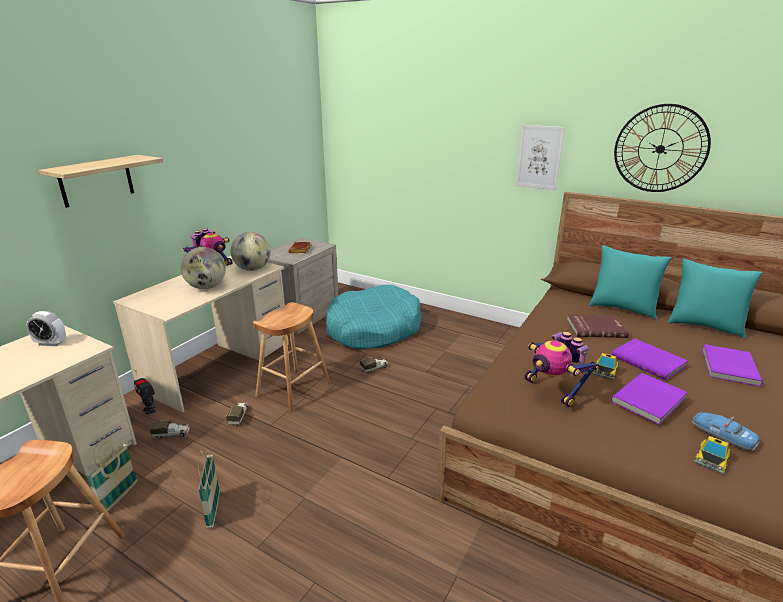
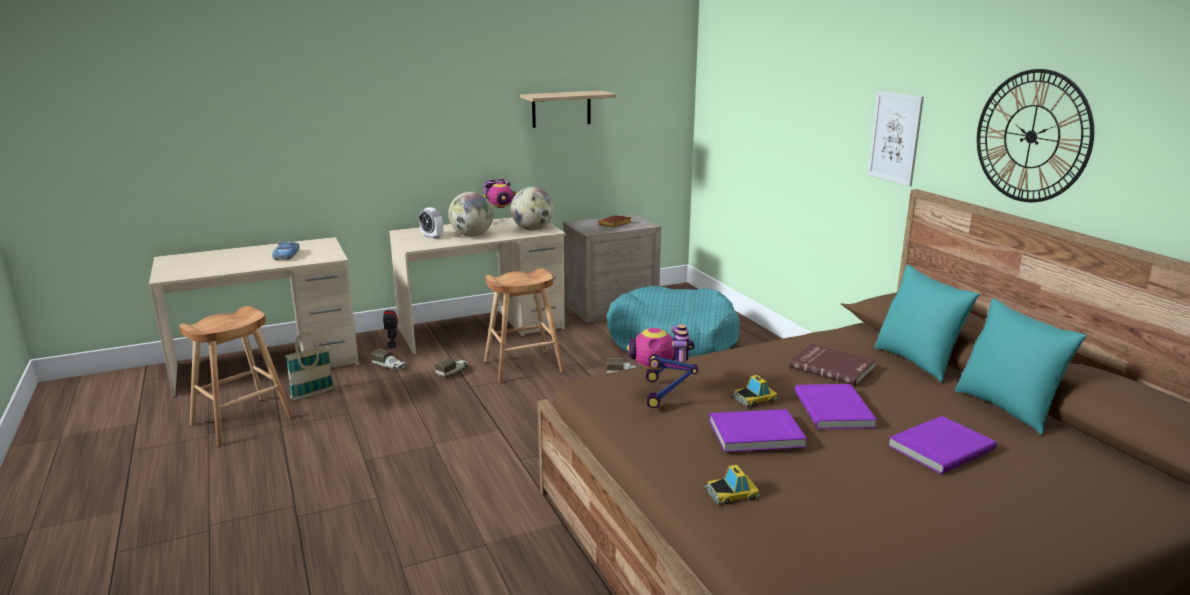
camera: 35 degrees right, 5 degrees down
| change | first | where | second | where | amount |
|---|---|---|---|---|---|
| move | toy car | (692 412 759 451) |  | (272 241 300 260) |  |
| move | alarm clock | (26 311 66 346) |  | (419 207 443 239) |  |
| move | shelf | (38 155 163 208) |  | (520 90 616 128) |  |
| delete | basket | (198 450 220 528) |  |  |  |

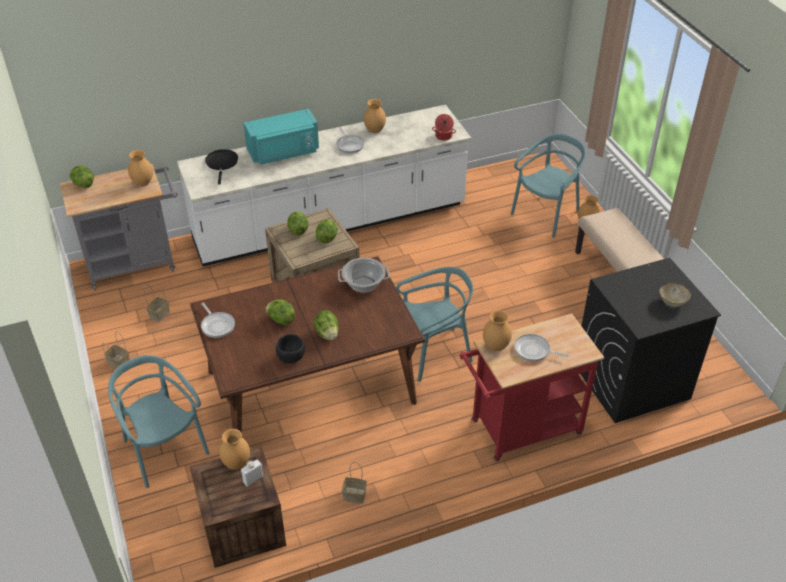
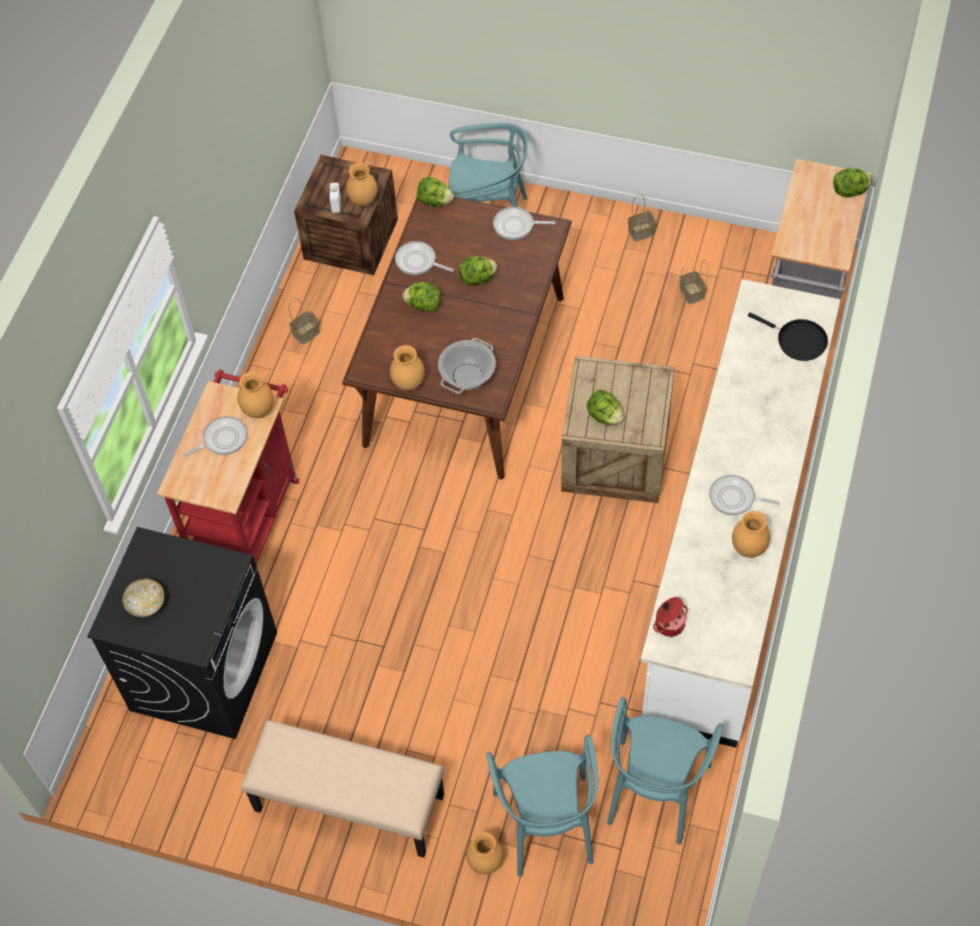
camera: 130 degrees right, 15 degrees up
| change | first | where | second | where | amount |
|---|---|---|---|---|---|
| move | vase in brown | (128 150 153 186) |  | (390 345 425 391) |  |
| replace | bowl in black | (276 334 305 363) | frying pan | (395 241 454 275) |  |
| move | lettuce | (287 212 309 236) |  | (417 177 454 207) |  |
| move | chair in turquoise | (396 267 473 382) |  | (607 697 723 845) |  |
| delete | microwave in turquoise | (244 109 319 165) |  |  |  |

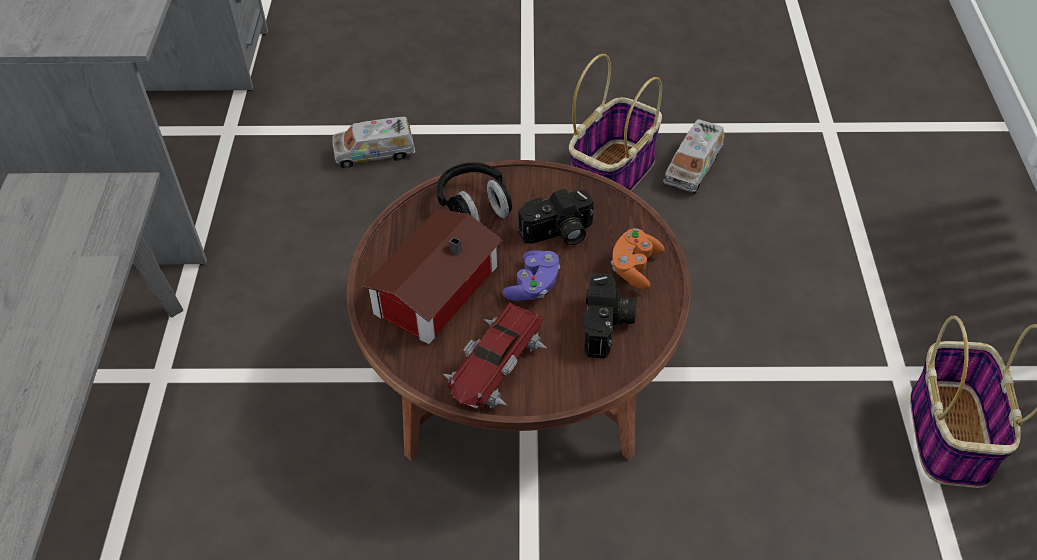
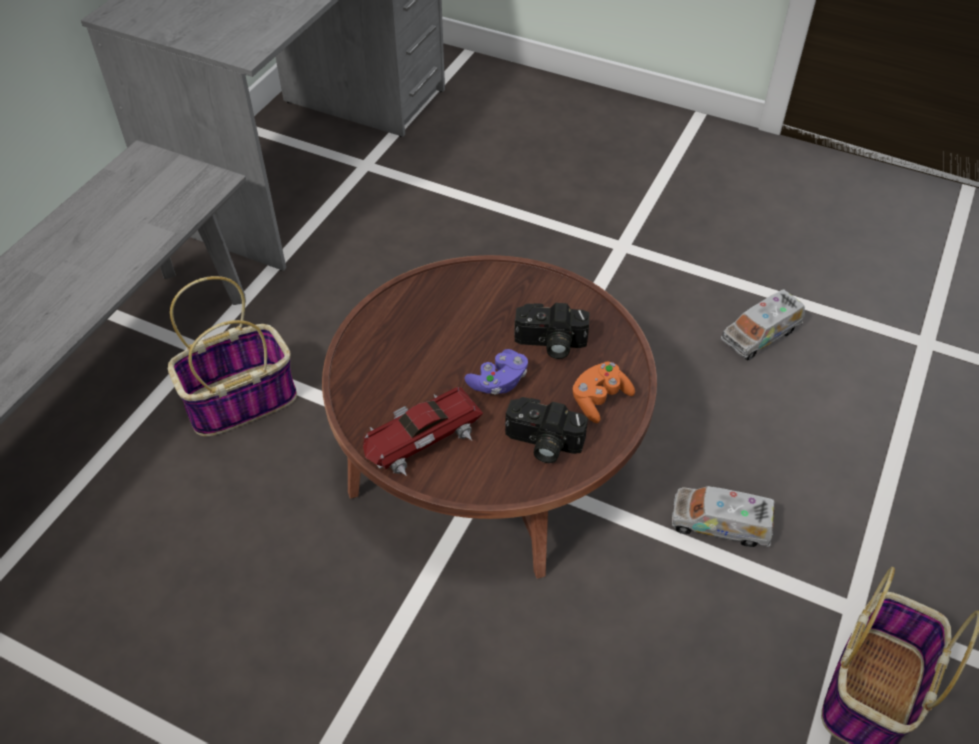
camera: 25 degrees right, 0 degrees up
| change | first | where | second | where | amount |
|---|---|---|---|---|---|
| move | basket | (569 54 662 191) |  | (168 276 297 437) |  |
| rotate | photo camera | (584 273 636 359) |  | (505 397 588 463) | 75 degrees clockwise |
| move | toy truck | (332 117 415 169) |  | (672 486 775 547) |  |
| delete | toy house | (362 209 502 344) |  |  |  |
| delete | headphones in black | (436 163 512 222) |  |  |  |

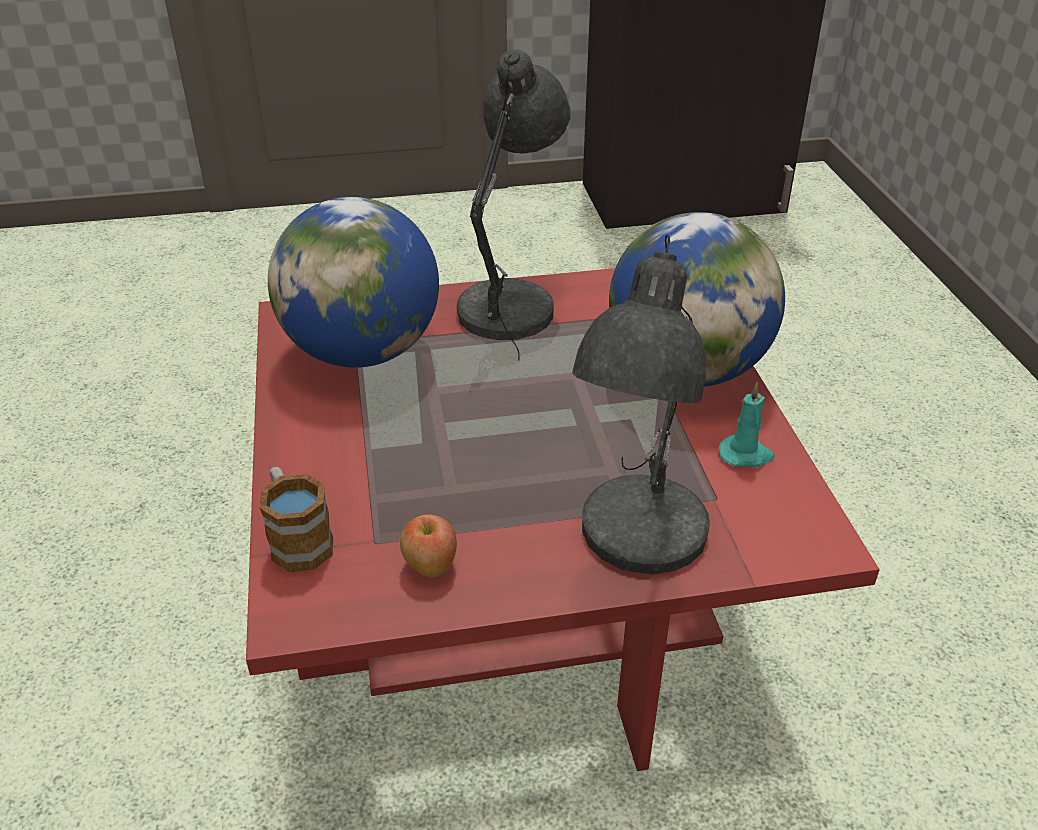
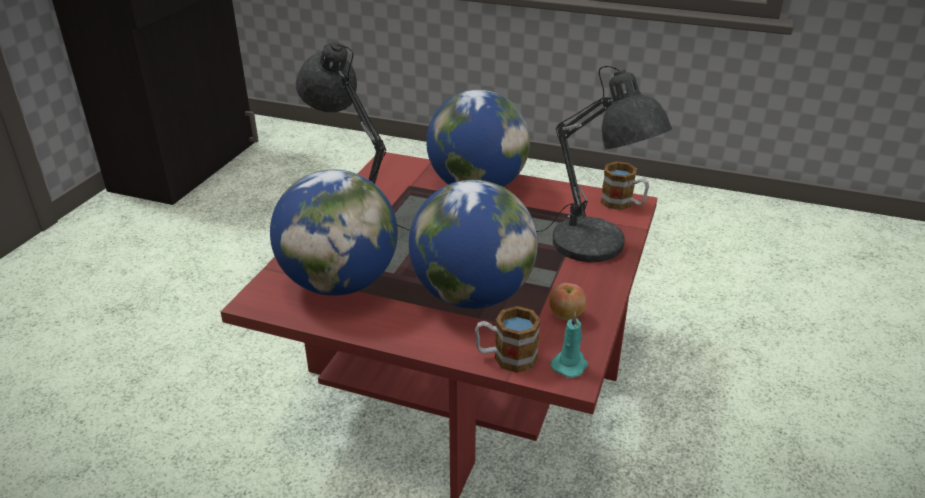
camera: 60 degrees left, 5 degrees down
| change | first | where | second | where | amount |
|---|---|---|---|---|---|
| insert |  |  | globe | (409 180 538 309) |  |
| move | candle in turquoise | (719 382 775 467) |  | (550 312 588 378) |  |
| insert |  |  | mug | (600 161 649 210) |  |

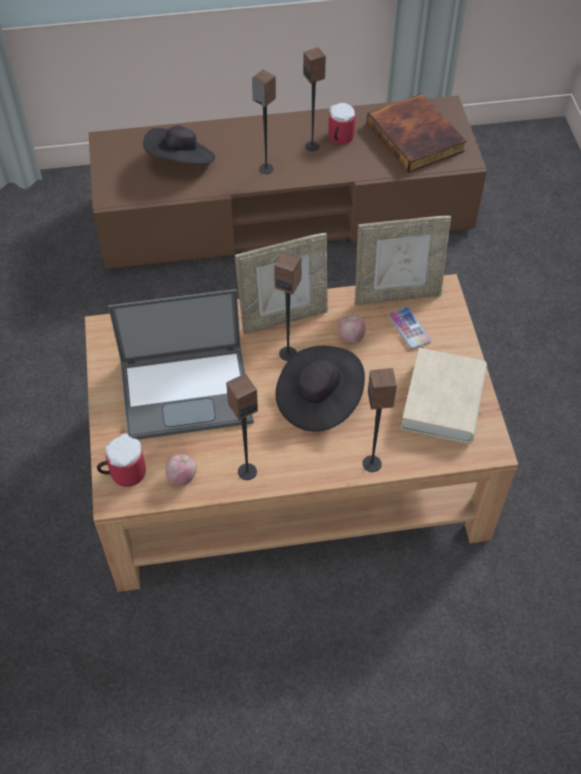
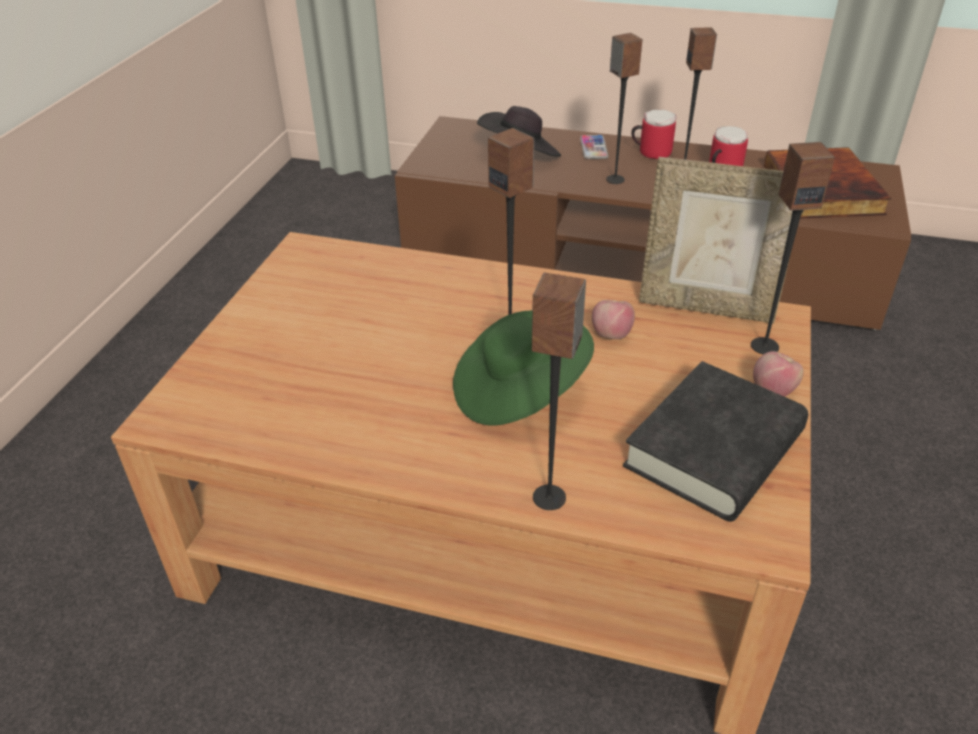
camera: 25 degrees right, 15 degrees down
| change | first | where | second | where | amount |
|---|---|---|---|---|---|
| recolor | hat in black | (275 346 365 432) | hat in green | (453 310 594 426) |  |
| move | phone | (388 307 431 349) |  | (580 135 608 159) |  |
| recolor | book in beige | (401 348 487 444) | book in black | (623 361 808 522) |  |
| move | mug | (97 433 146 487) |  | (631 110 677 159) |  |
| move | speaker | (226 374 258 480) |  | (751 142 835 354) |  |
| move | apple | (165 454 197 486) |  | (753 351 804 397) |  |
| delete | laptop | (108 289 254 440) |  |  |  |
| delete | picture frame | (235 233 328 334) |  |  |  |

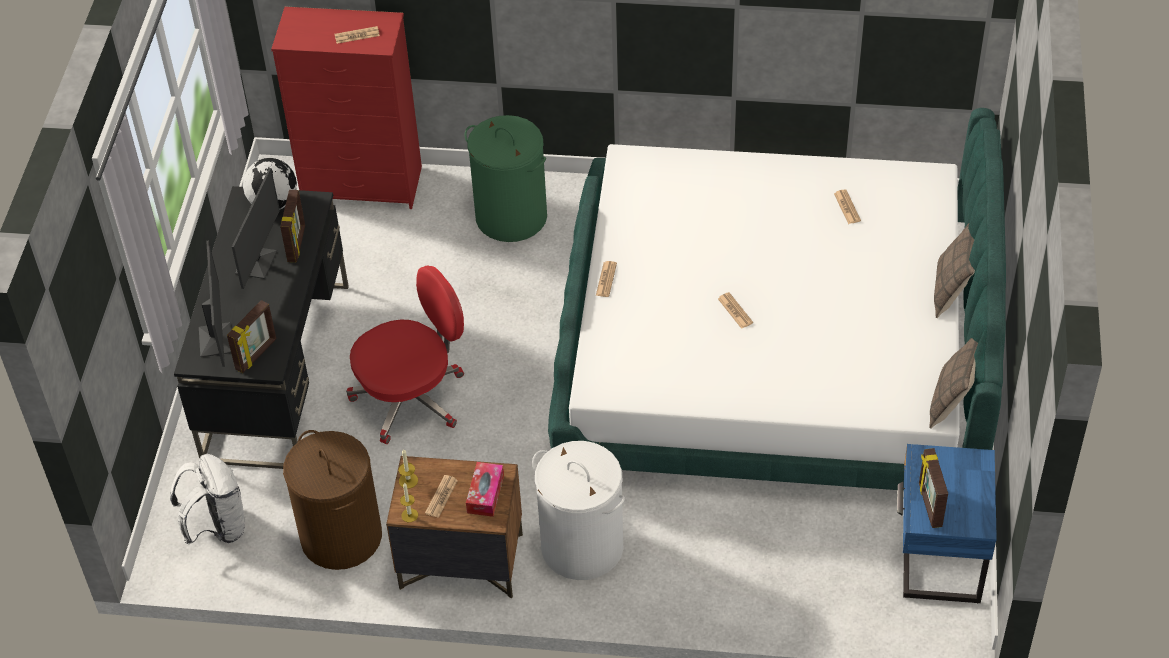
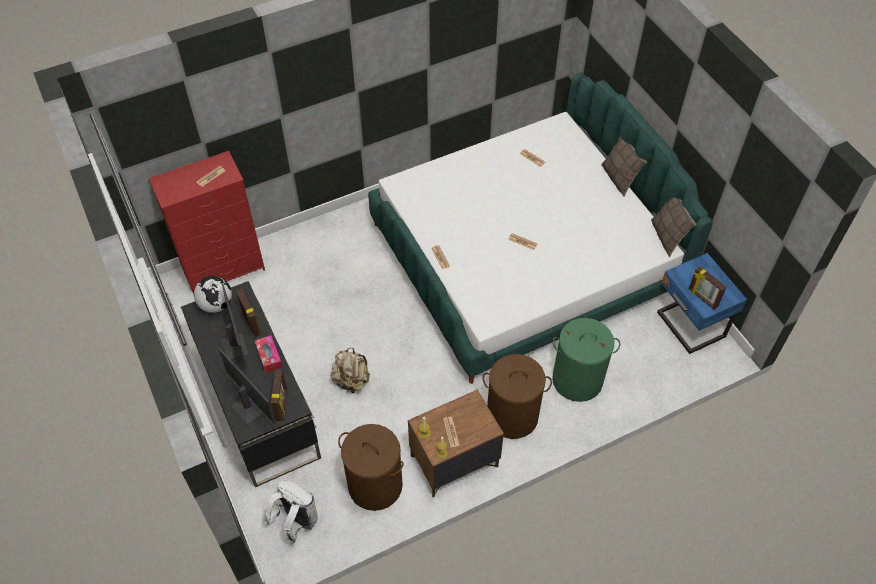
camera: 35 degrees left, 5 degrees up
| change | first | where | second | where | amount |
|---|---|---|---|---|---|
| move | tissue box | (466 462 504 517) |  | (255 335 282 373) |  |
| replace | office chair in red | (346 265 464 444) | backpack in beige | (331 348 370 393) |  |
| recolor | laundry basket in white | (532 441 625 580) | laundry basket in brown | (483 354 552 439) |  |
| move | laundry basket in green | (464 115 547 242) |  | (552 318 620 402) |  |

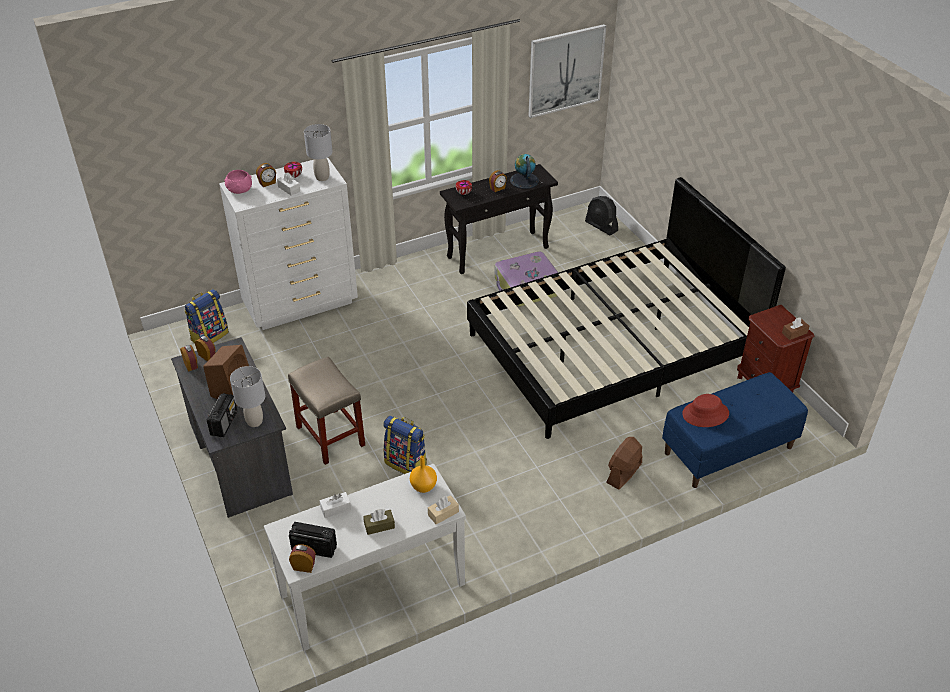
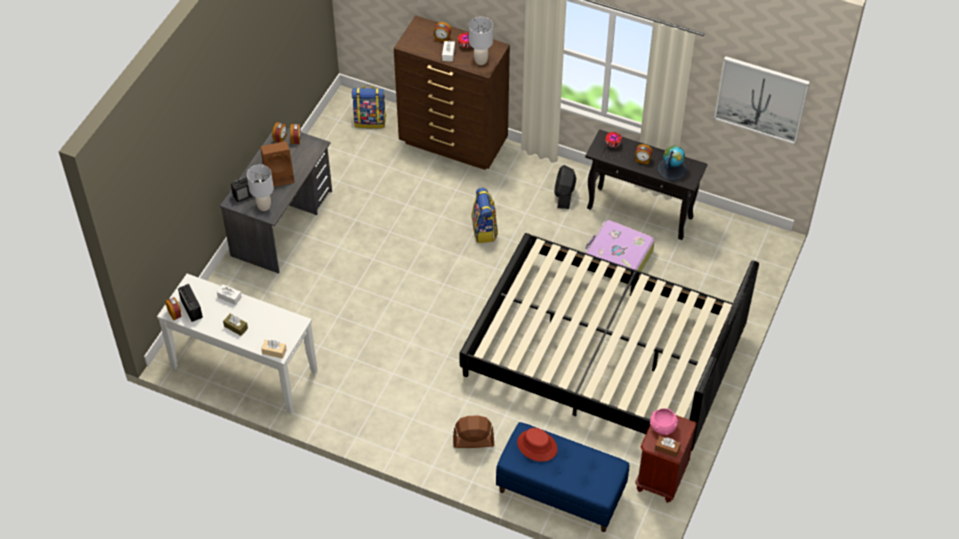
camera: 50 degrees right, 10 degrees up
| change | first | where | second | where | amount |
|---|---|---|---|---|---|
| recolor | dresser in white | (219 157 358 330) | dresser in brown | (394 15 510 170) |  |
| move | backpack | (383 415 427 474) |  | (472 188 498 243) |  |
| move | fan in black | (585 196 618 235) |  | (554 165 576 209) |  |
| move | bowl in pink | (224 170 252 194) |  | (650 408 678 435) |  |
| delete | stool in beige | (288 357 365 465) |  |  |  |
| delete | vase in orange | (410 456 437 493) |  |  |  |

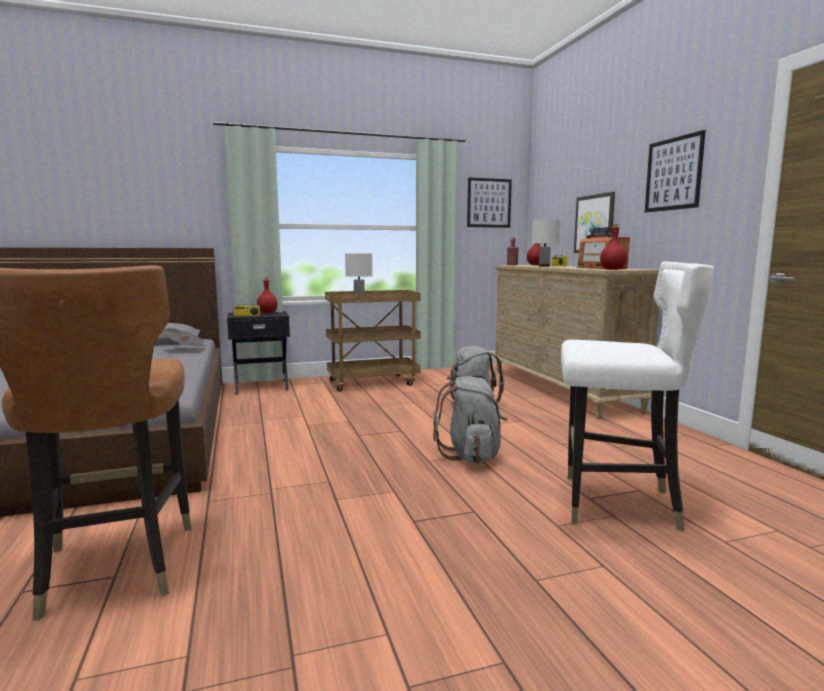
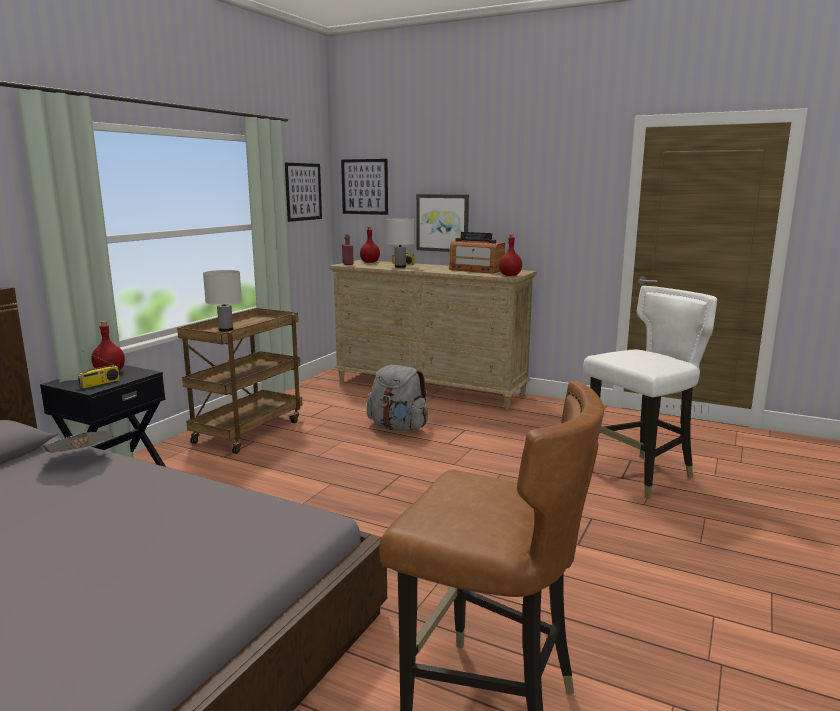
camera: 45 degrees left, 5 degrees up
| change | first | where | second | where | amount |
|---|---|---|---|---|---|
| move | picture | (645 130 706 213) |  | (341 159 388 215) |  |
| delete | backpack in grey | (433 376 508 463) |  |  |  |

